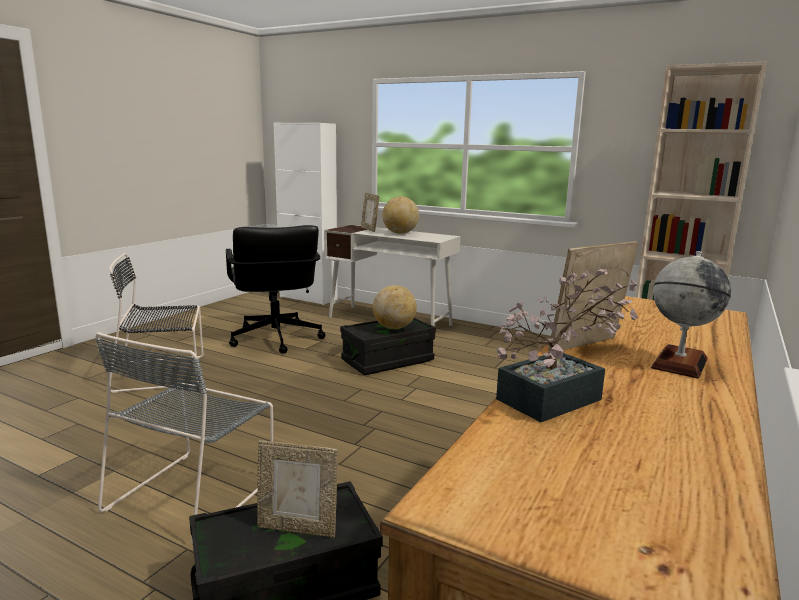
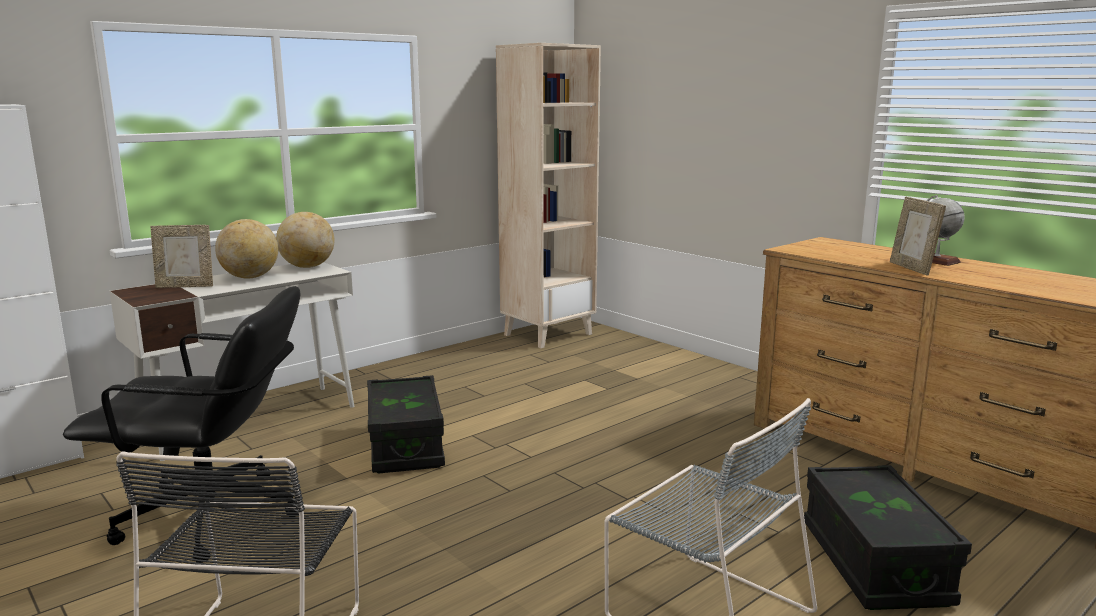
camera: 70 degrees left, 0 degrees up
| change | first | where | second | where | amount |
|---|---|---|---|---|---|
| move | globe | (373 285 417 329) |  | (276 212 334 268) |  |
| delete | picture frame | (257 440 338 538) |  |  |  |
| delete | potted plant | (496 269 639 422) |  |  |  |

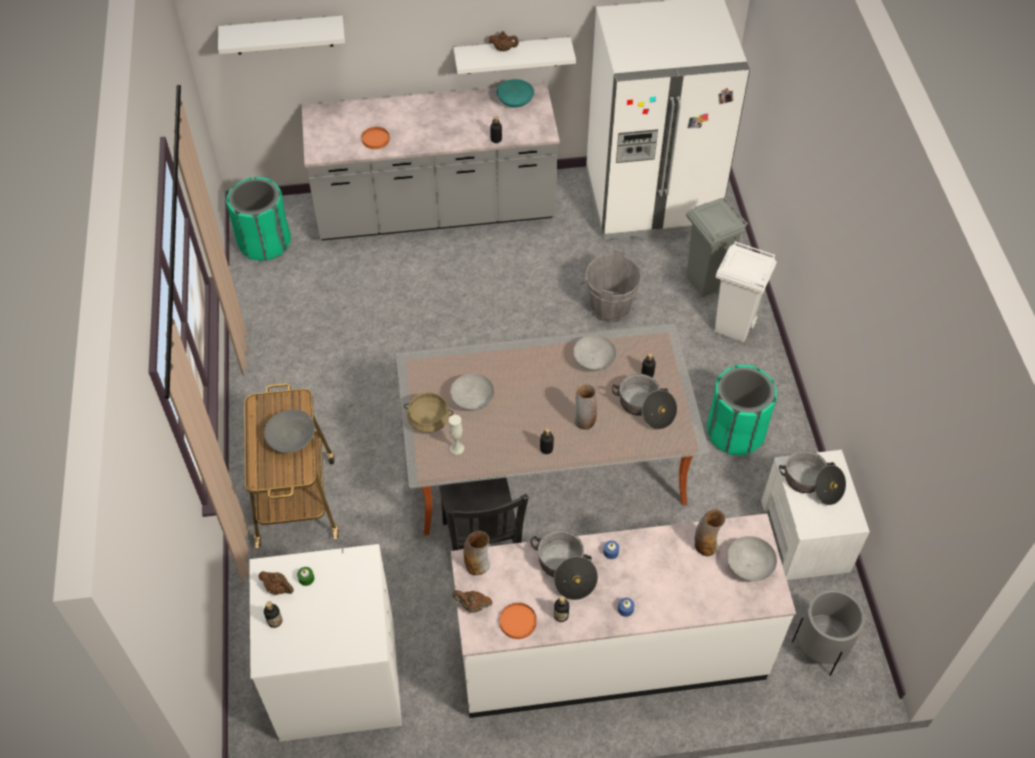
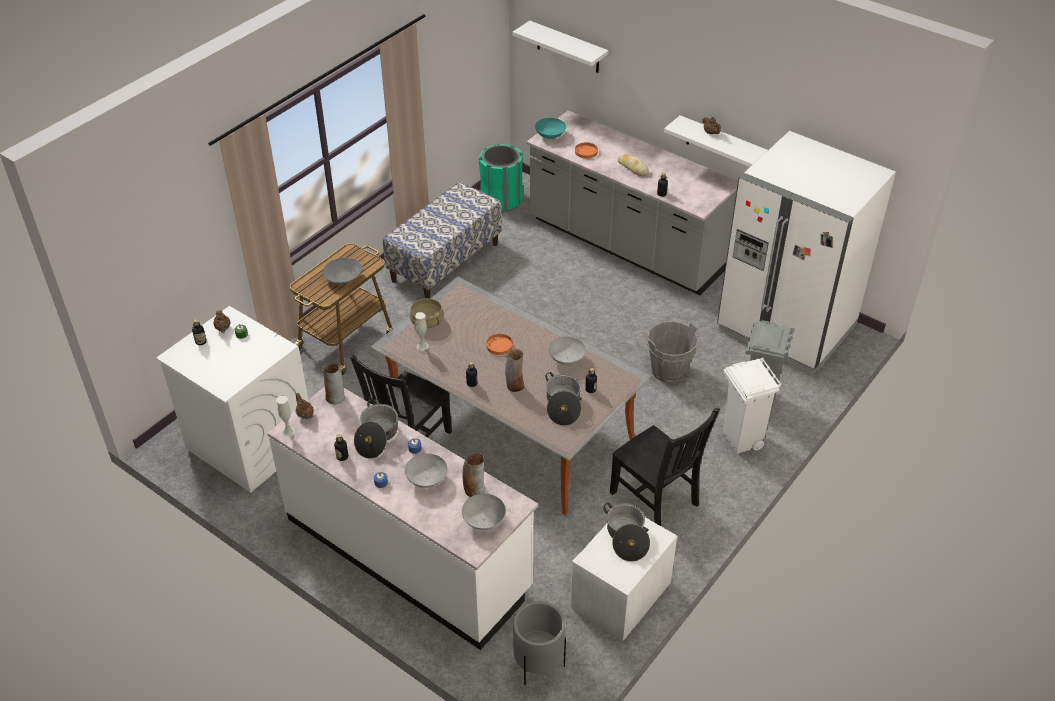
camera: 45 degrees right, 10 degrees down
| change | first | where | second | where | amount |
|---|---|---|---|---|---|
| insert |  |  | vase in white | (276 396 295 437) |  |
| insert |  |  | bench | (383 182 502 298) |  |
| move | bowl in grey | (450 374 494 411) |  | (405 453 447 488) |  |
| move | plate in orange | (500 603 537 639) |  | (486 334 513 355) |  |
| move | bowl in turquoise | (496 79 534 108) |  | (535 118 566 139) |  |
| replace | trash can in green | (707 365 777 455) | chair in black | (610 408 720 526) |  |
| insert |  |  | bread | (618 154 649 176) |  |

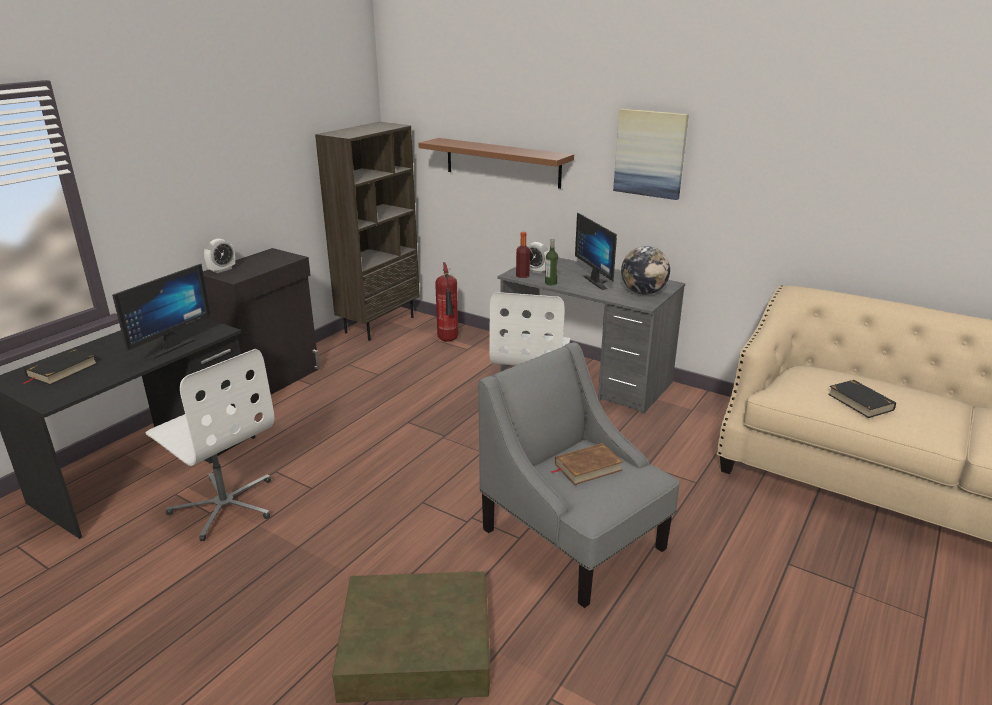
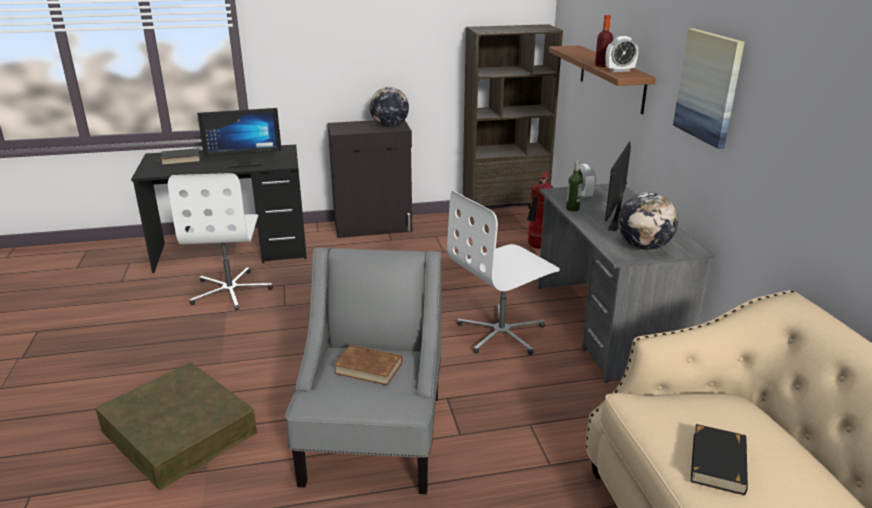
camera: 45 degrees right, 0 degrees up
| change | first | where | second | where | amount |
|---|---|---|---|---|---|
| insert |  |  | globe | (370 87 409 127) |  |
| move | bottle | (516 232 530 278) |  | (595 15 613 67) |  |
| move | alarm clock | (204 238 235 273) |  | (605 36 638 72) |  |

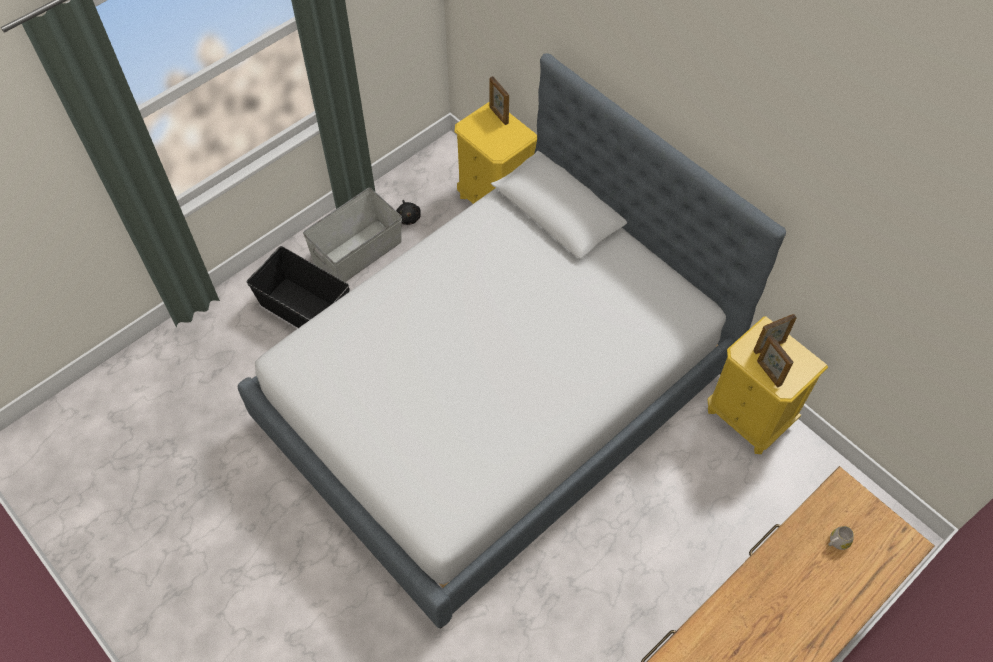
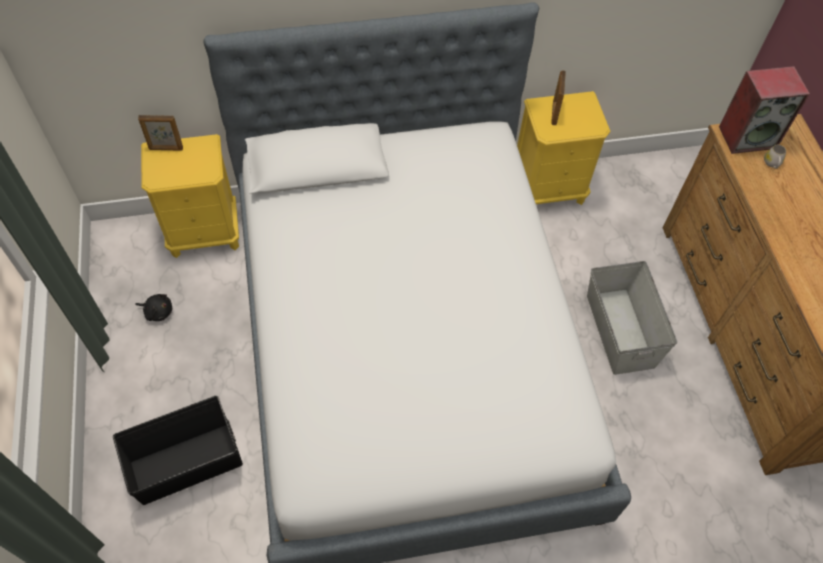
camera: 60 degrees left, 0 degrees up
| change | first | where | second | where | amount |
|---|---|---|---|---|---|
| move | storage box in grey | (303 188 402 282) |  | (587 261 677 375) |  |
| insert |  |  | speaker | (719 66 810 154) |  |
| delete | picture frame | (757 335 794 387) |  |  |  |

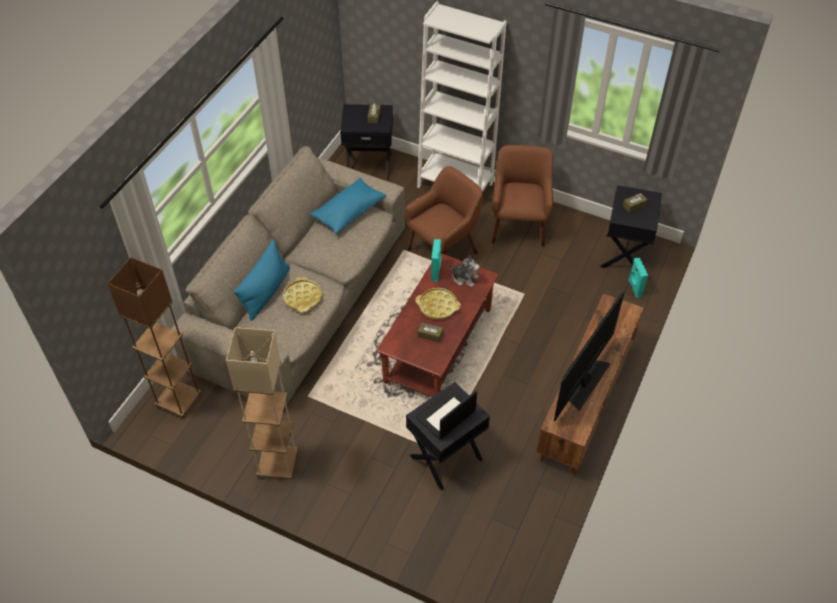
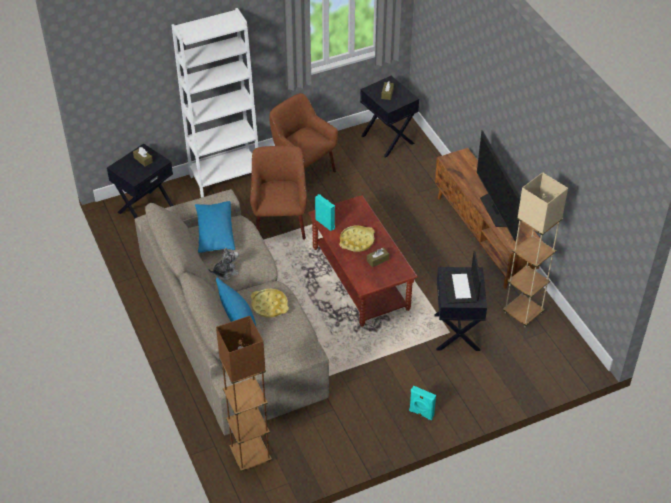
camera: 50 degrees left, 5 degrees down
| change | first | where | second | where | amount |
|---|---|---|---|---|---|
| move | plush toy | (448 255 480 288) |  | (209 248 239 280) |  |
| move | speaker in turquoise | (628 258 648 298) |  | (409 386 436 420) |  |
| move | floor lamp in beige | (226 327 298 480) |  | (503 172 568 327) |  |

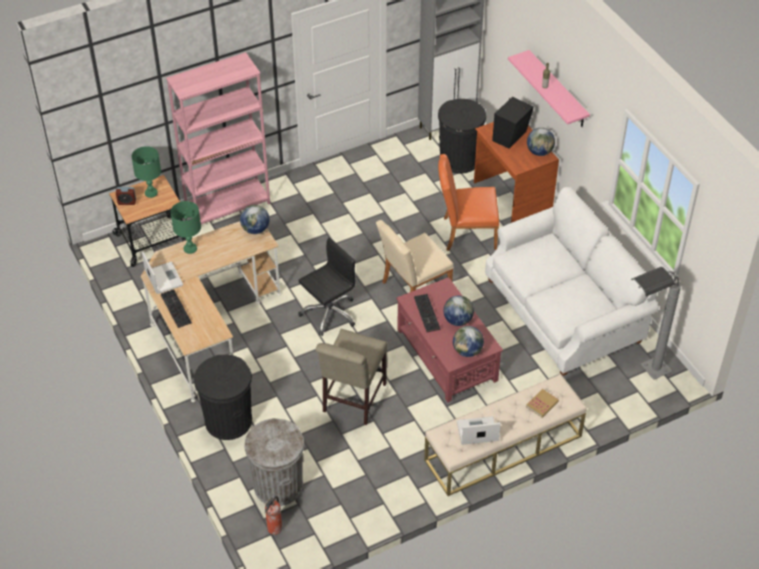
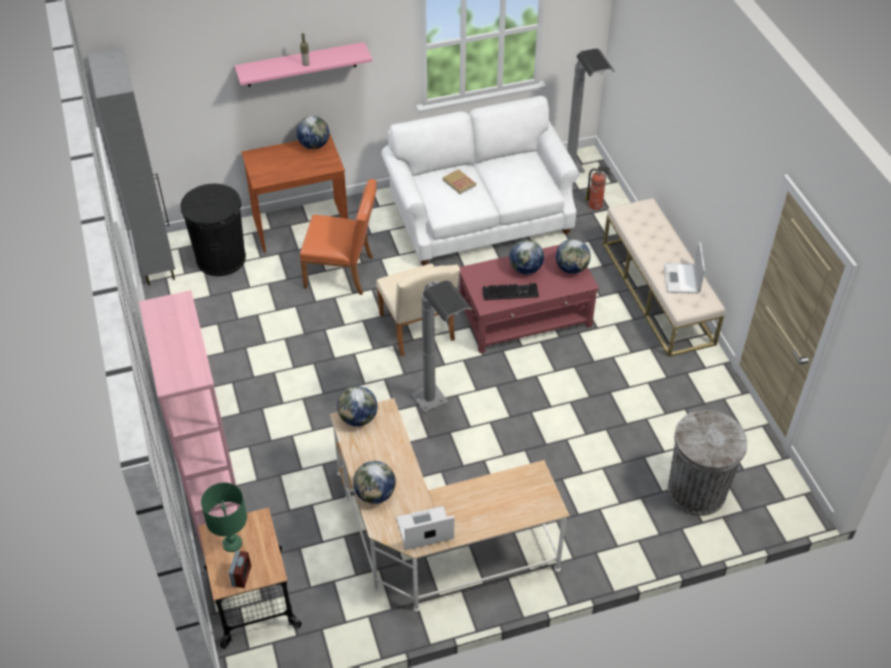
camera: 80 degrees left, 0 degrees up
| change | first | where | second | where | amount |
|---|---|---|---|---|---|
| rotate | chair in orange | (438 154 499 251) |  | (300 179 377 295) | 90 degrees counterclockwise |
| replace | table lamp in green | (171 201 201 254) | globe | (353 461 396 504) |  |
| replace | office chair in black | (298 237 356 336) | floor lamp in grey | (411 280 473 412) |  |
| move | book | (526 389 559 418) |  | (443 169 476 194) |  |
| move | fire extinguisher | (265 496 282 535) |  | (585 166 612 210) |  |
| delete | keyboard | (161 289 192 328) |  |  |  |
| delete | trash can in black | (194 355 252 440) |  |  |  |
| delete | chair in beige | (315 329 388 425) |  |  |  |
| delete | speaker in black | (492 97 534 149) |  |  |  |

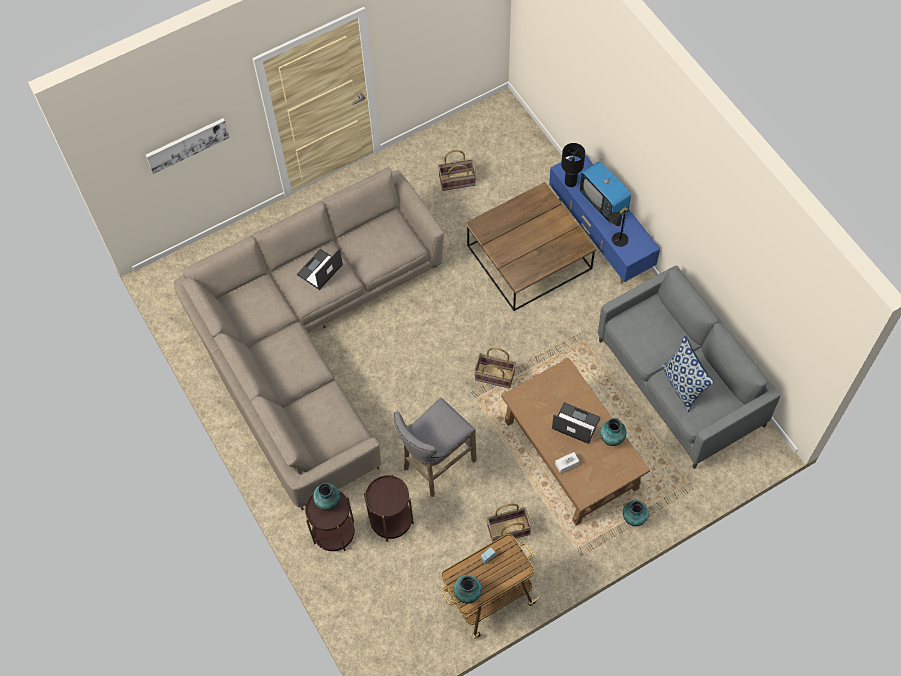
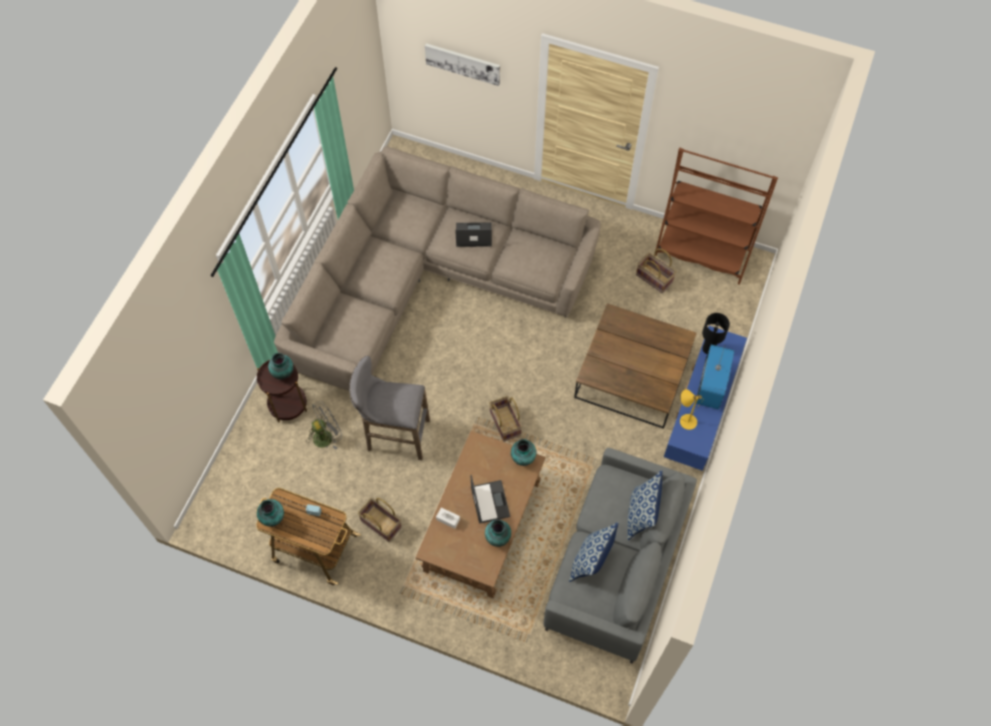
camera: 50 degrees right, 0 degrees up
| change | first | where | second | where | amount |
|---|---|---|---|---|---|
| replace | side table in brown | (364 474 414 542) | fan in grey | (306 401 342 450) |  |
| move | vase | (623 500 649 526) |  | (511 439 536 466) |  |
| insert |  |  | pillow | (627 470 663 540) |  |
| insert |  |  | bookcase in brown | (656 148 778 285) |  |
| recolor | table lamp in black | (608 207 629 247) | table lamp in yellow | (680 389 703 430) |  |

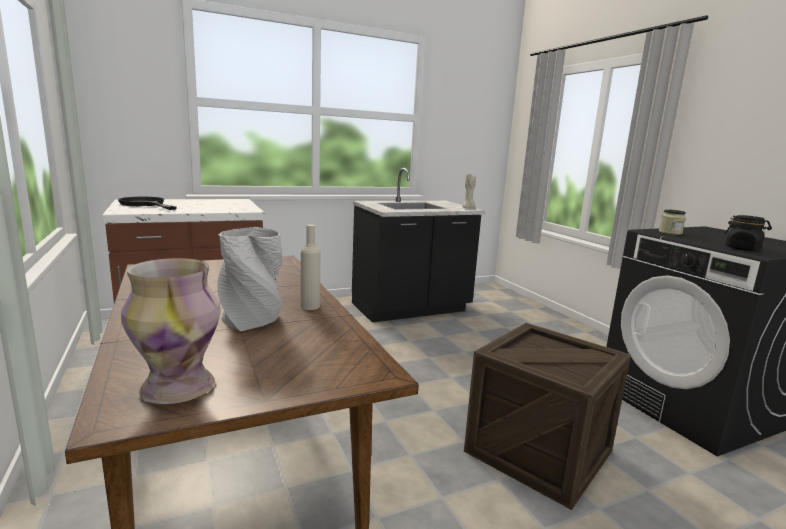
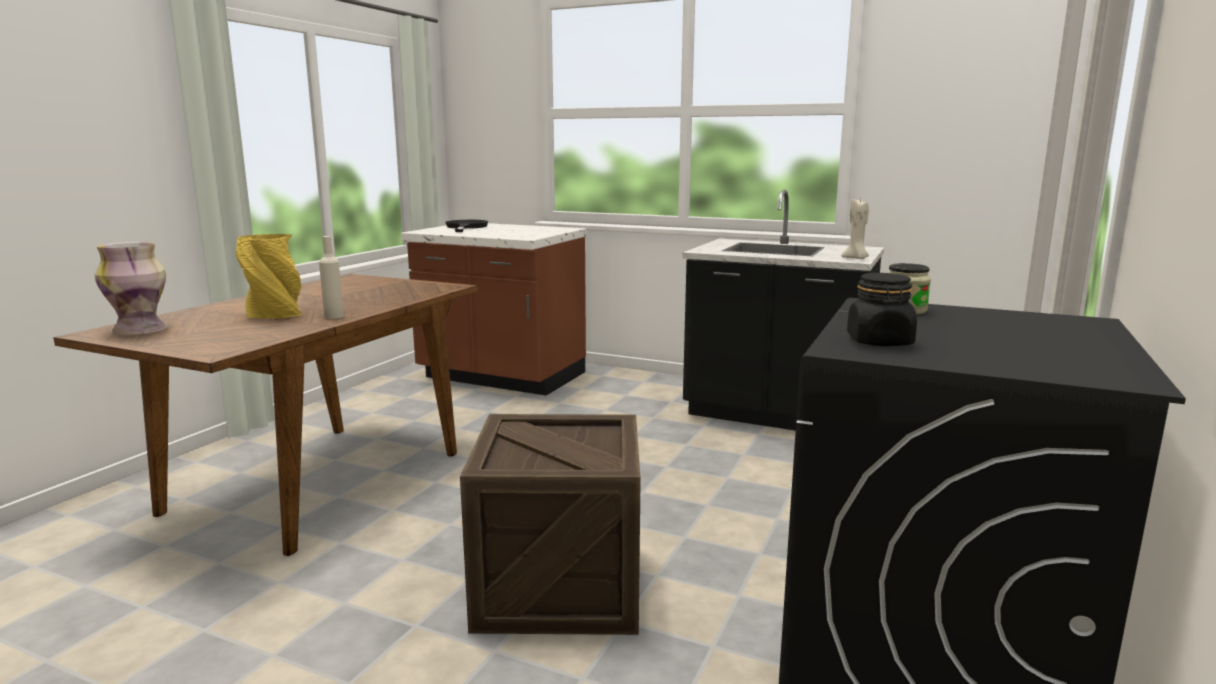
camera: 50 degrees right, 0 degrees up
| change | first | where | second | where | amount |
|---|---|---|---|---|---|
| recolor | vase in grey | (217 227 282 332) | vase in yellow | (236 234 301 319) |  |

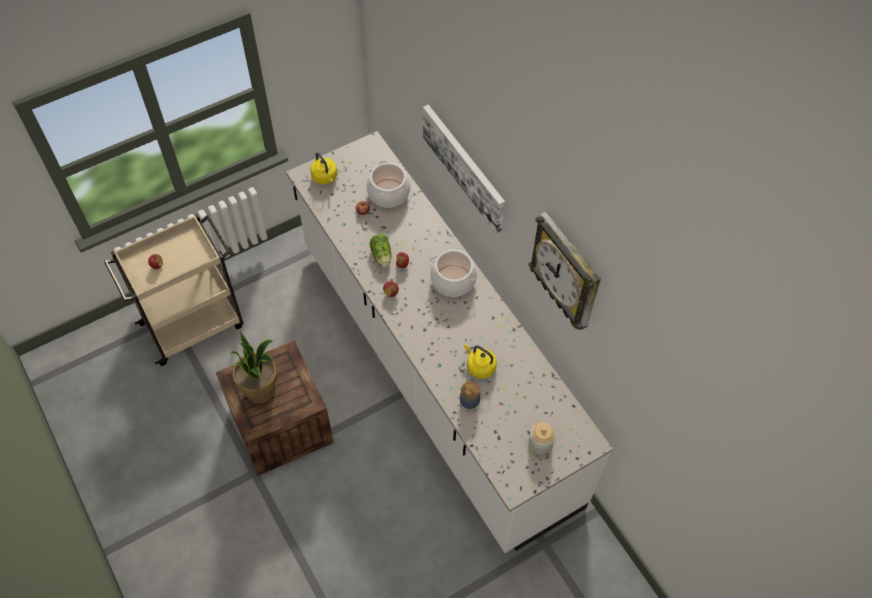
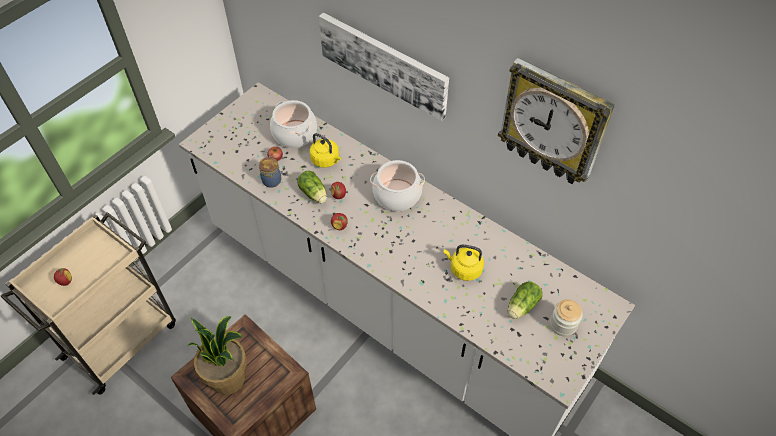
camera: 20 degrees left, 5 degrees down
| change | first | where | second | where | amount |
|---|---|---|---|---|---|
| move | jar | (460 380 480 409) |  | (259 156 281 188) |  |
| move | kettle in yellow | (311 152 337 184) |  | (309 133 341 168) |  |
| insert |  |  | lettuce | (508 281 543 319) |  |

